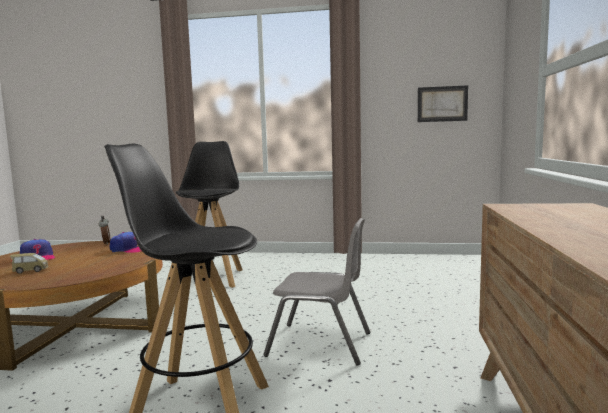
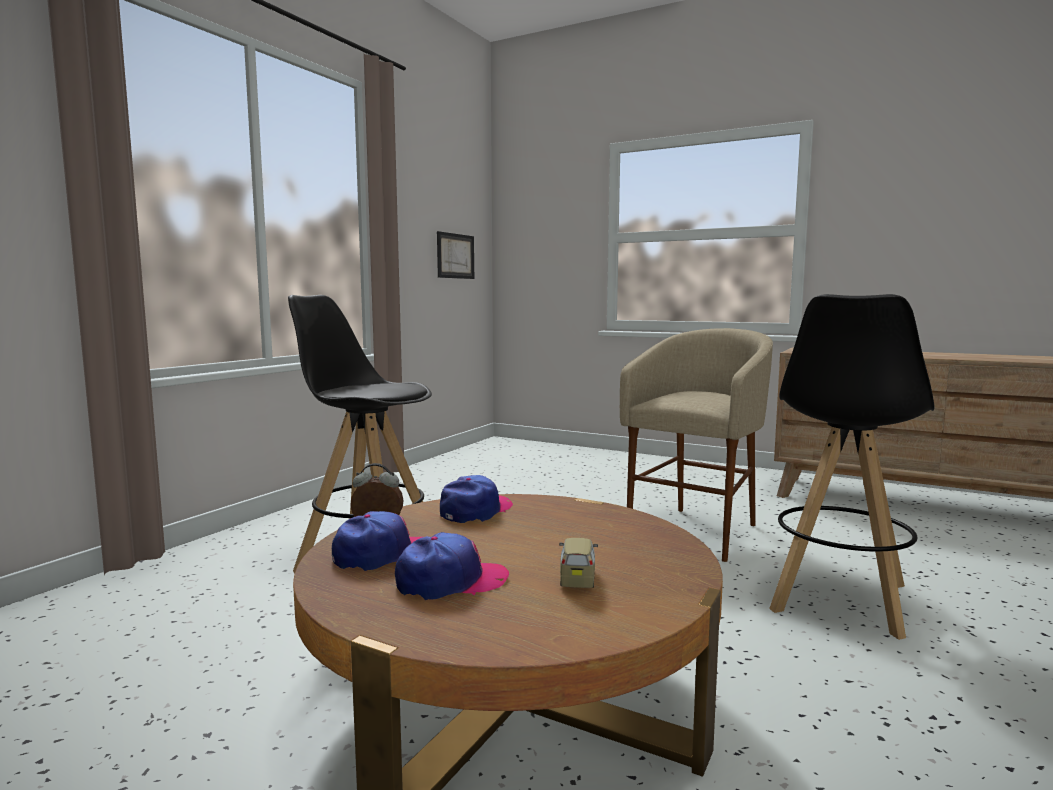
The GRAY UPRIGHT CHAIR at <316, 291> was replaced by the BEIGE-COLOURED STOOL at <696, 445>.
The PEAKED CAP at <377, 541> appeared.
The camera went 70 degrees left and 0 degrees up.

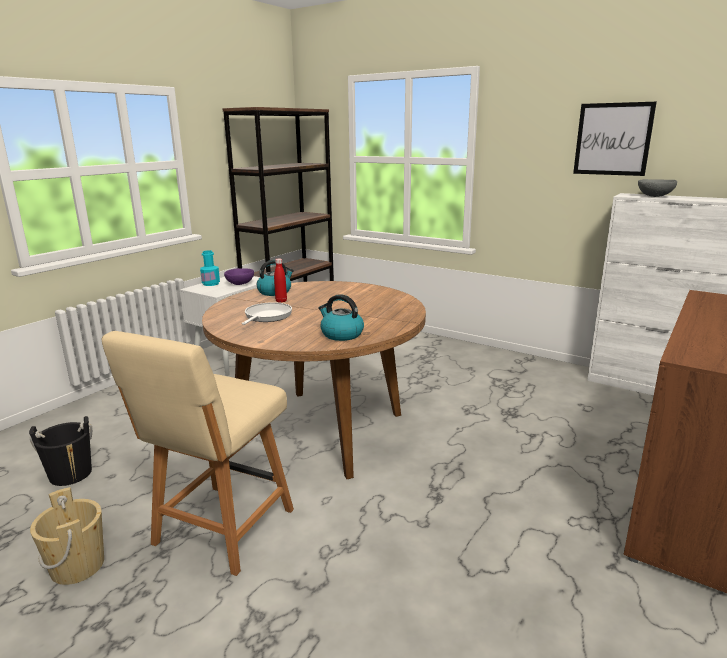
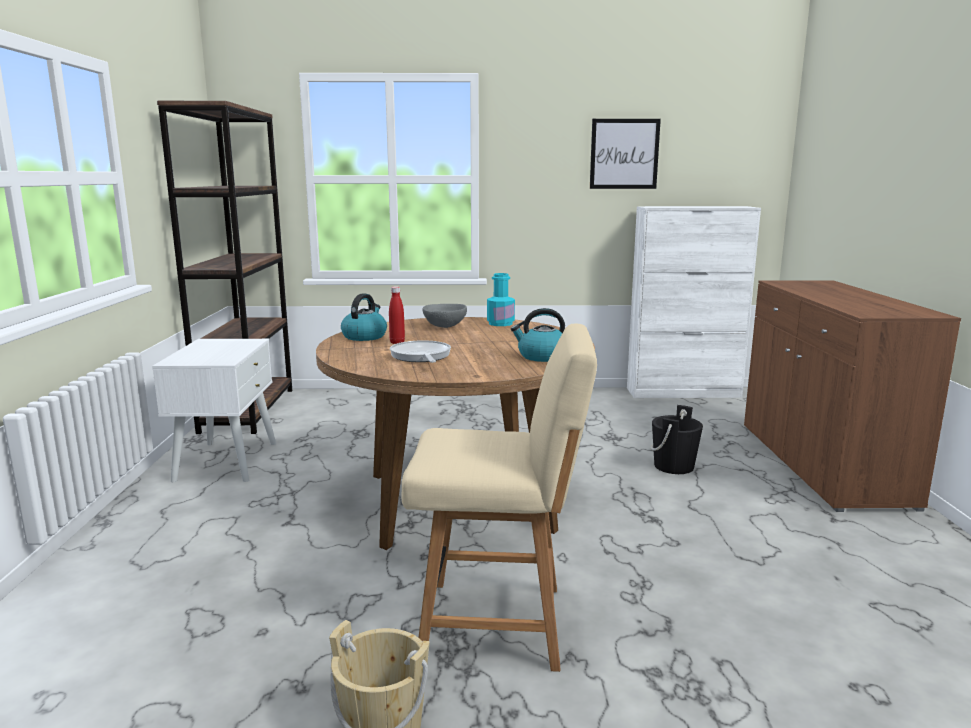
The BLACK-COLOURED BUCKET moved from <60, 451> to <677, 439>.
The BEIGE-COLOURED UPRIGHT CHAIR at <198, 453> turned 75 degrees counterclockwise.
The TURQUOISE DRINK BOTTLE moved from <210, 268> to <501, 299>.
The PURPLE-COLOURED BOWL at <239, 276> disappeared.
The GRAY BOWL moved from <657, 188> to <444, 316>.
The camera went 35 degrees left and 5 degrees down.

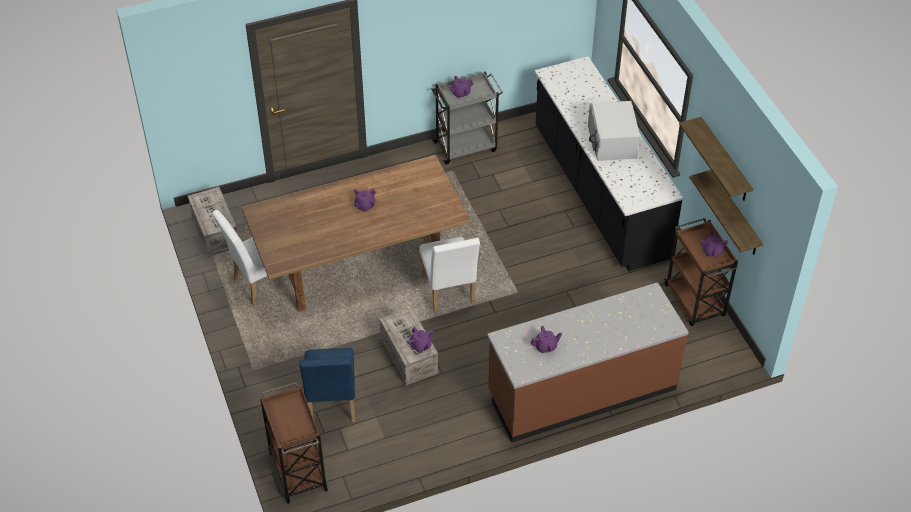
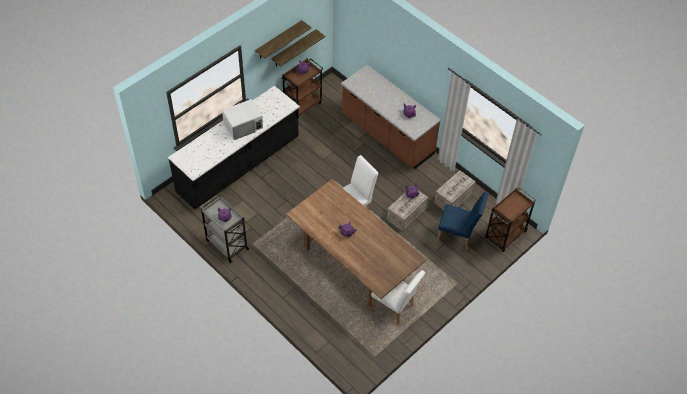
The CRATE moved from <212, 222> to <455, 190>.
The BLUE-COLOURED UPRIGHT CHAIR at <327, 385> turned 45 degrees clockwise.
The camera went 115 degrees left and 5 degrees up.

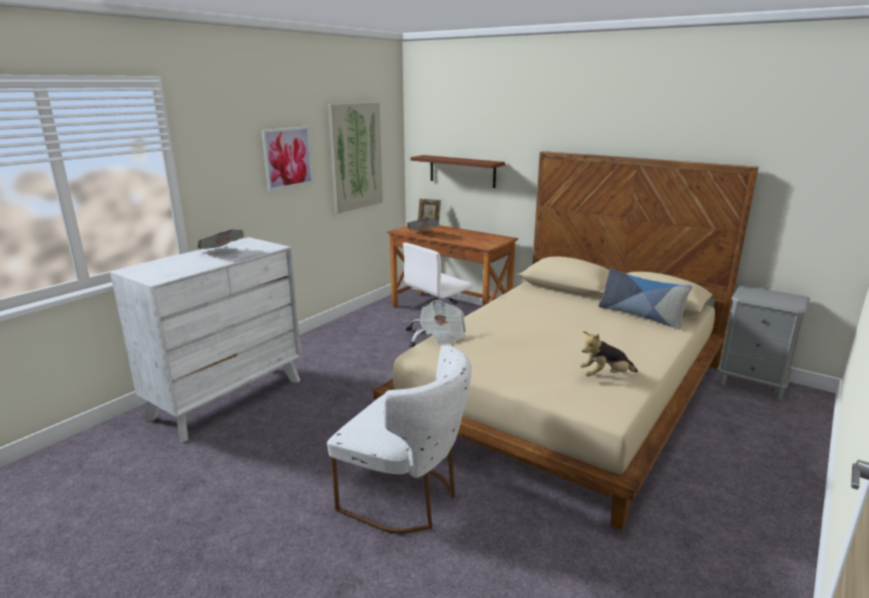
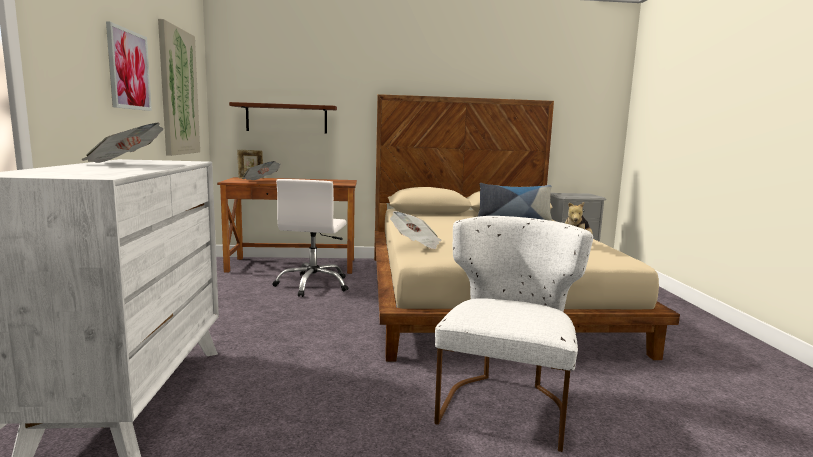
The WHITISH UPRIGHT CHAIR at <399, 439> turned 60 degrees counterclockwise.
The camera went 40 degrees left and 10 degrees down.

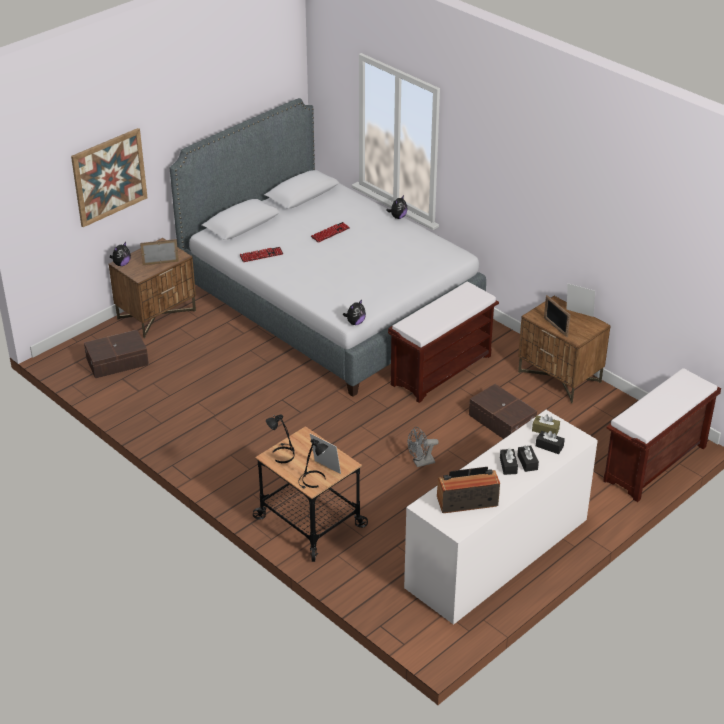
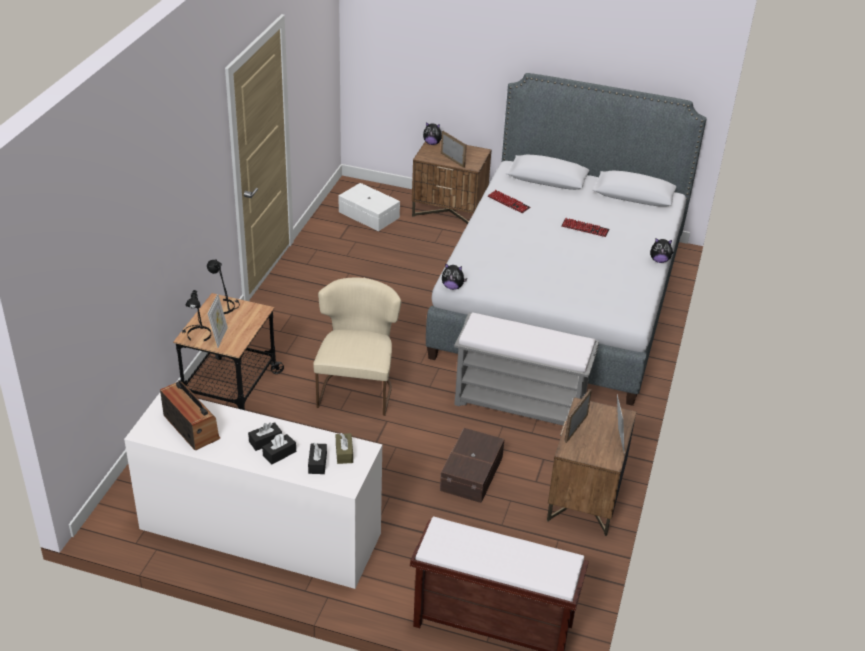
The PICTURE at <109, 177> disappeared.
The BROWN-COLOURED STORAGE BIN at <116, 354> became the WHITISH STORAGE BIN at <369, 207>.
The BROWN-COLOURED LONG SEAT at <443, 342> became the GRAY LONG SEAT at <526, 369>.
The GRAY FAN at <423, 447> disappeared.
The BEIGE-COLOURED UPRIGHT CHAIR at <357, 347> appeared.
The camera went 60 degrees right and 0 degrees up.

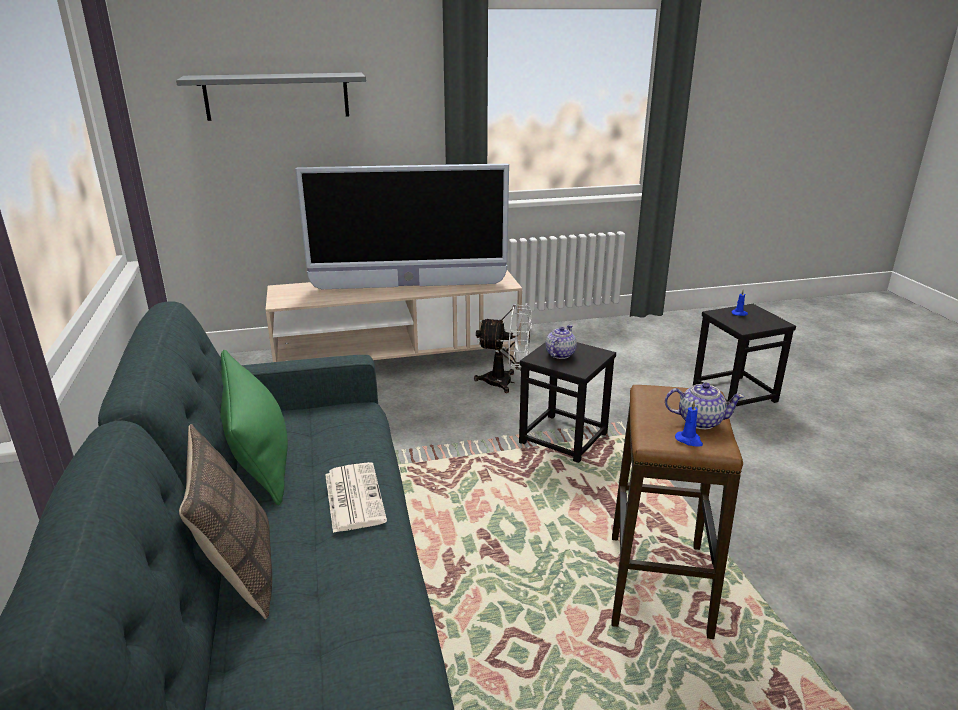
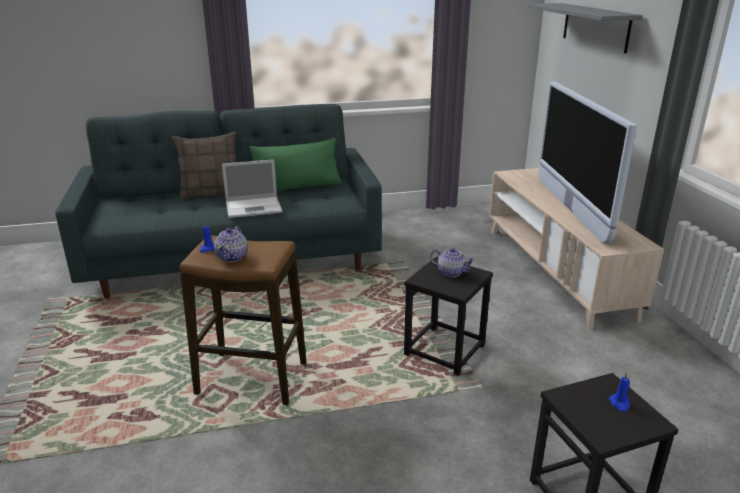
The DAILY PAPER at <356, 497> was replaced by the LAPTOP at <252, 188>.
The WHITISH FAN at <503, 348> disappeared.
The camera went 90 degrees right and 0 degrees up.

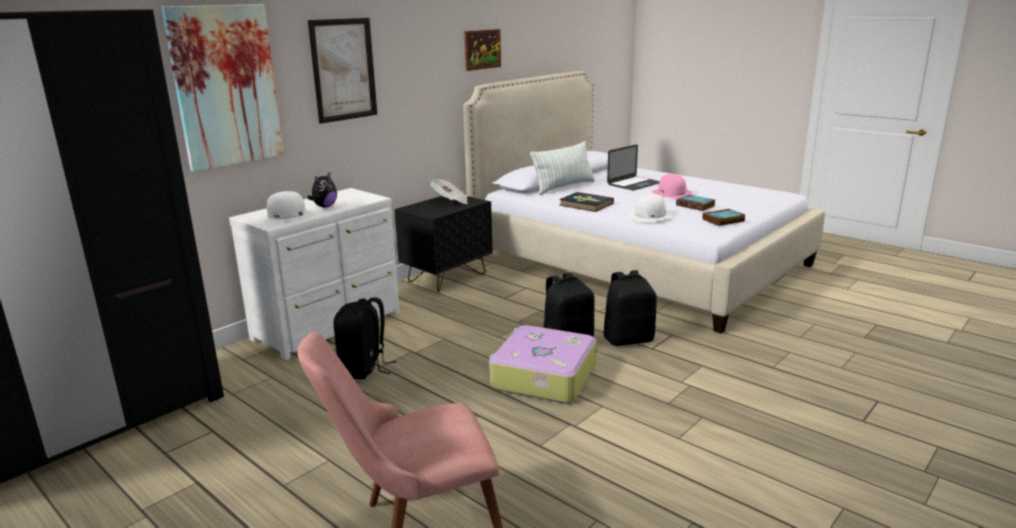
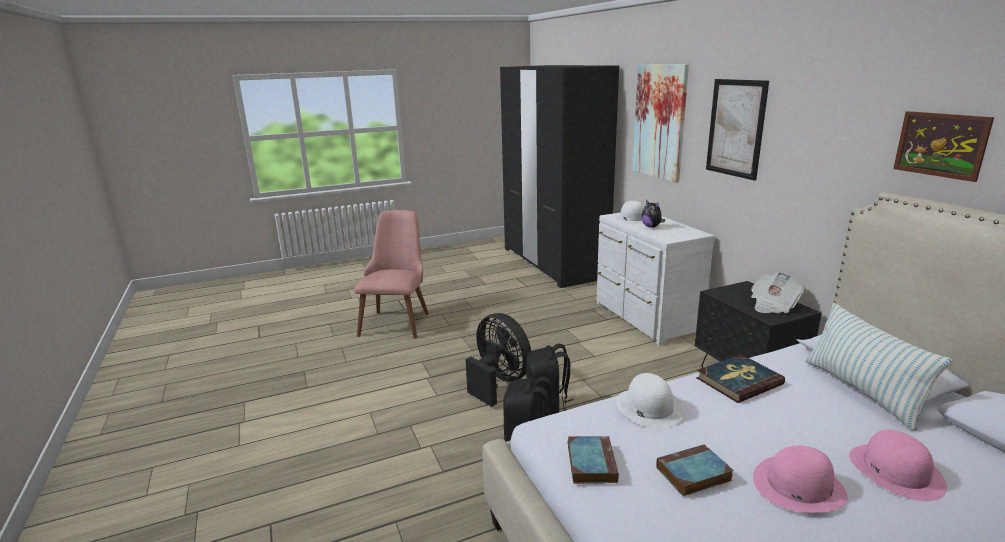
The BLACK-COLOURED KNAPSACK at <365, 338> disappeared.
The TRAVEL CASE at <543, 364> was replaced by the BLACK-COLOURED FAN at <498, 360>.
The LAPTOP at <633, 167> was replaced by the PINKISH HAT at <898, 465>.
The camera went 115 degrees right and 0 degrees up.

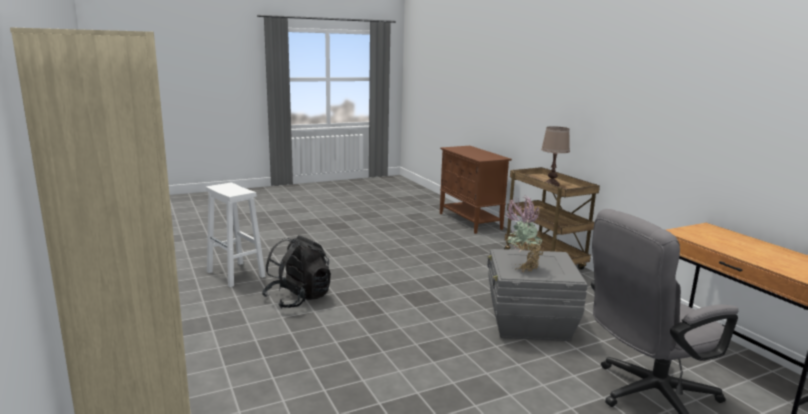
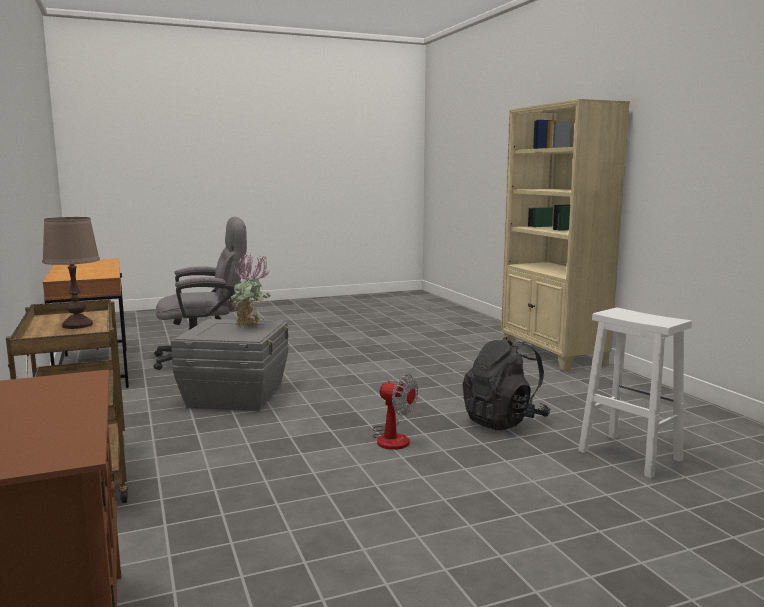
The FAN at <395, 412> appeared.
The camera went 175 degrees left and 5 degrees down.

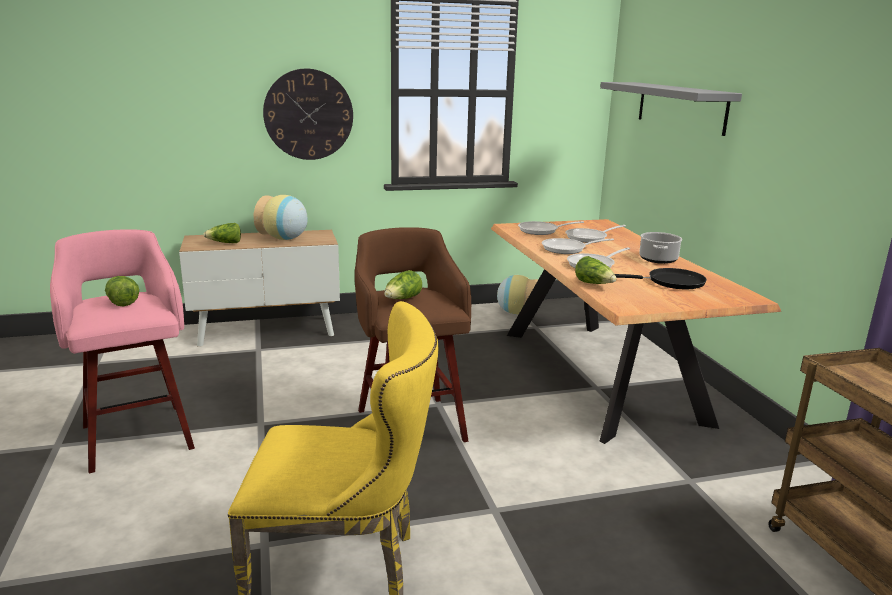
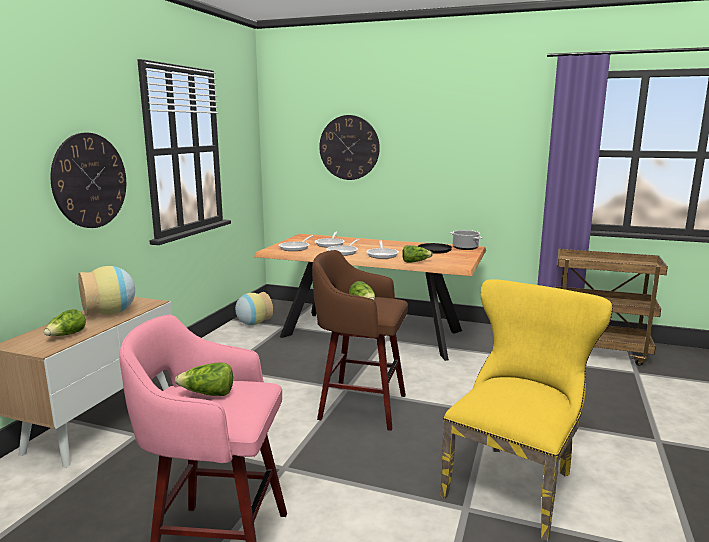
The GRAY WALL SHELF at <671, 109> was replaced by the CLOCK ON THE WALL at <349, 147>.
The SAUCEPOT moved from <660, 248> to <466, 240>.
The camera went 55 degrees left and 5 degrees down.

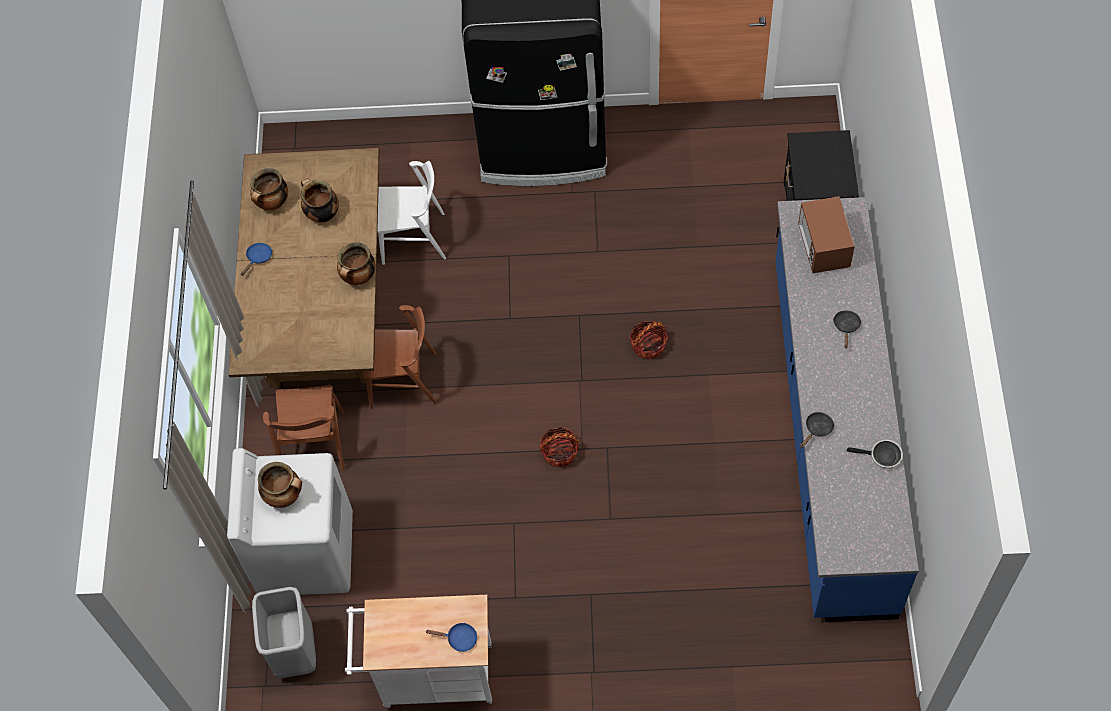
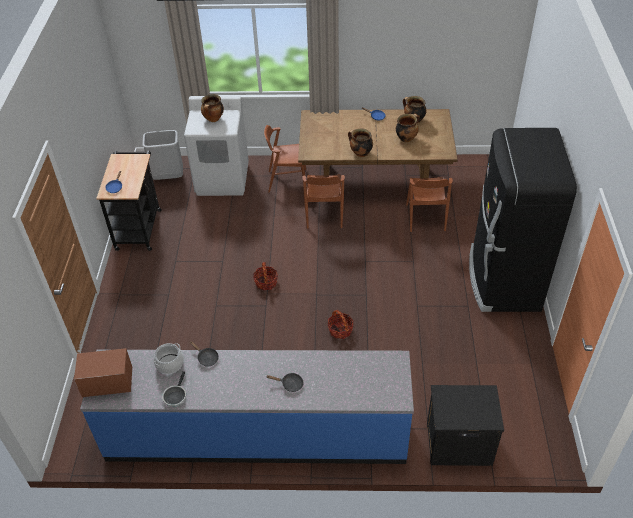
The WHITISH TROLLEY at <419, 651> became the BLACK-COLOURED TROLLEY at <128, 200>.
The WHITISH UPRIGHT CHAIR at <411, 213> became the BROWN-COLOURED UPRIGHT CHAIR at <429, 204>.
The MICROWAVE moved from <826, 234> to <103, 372>.
The SAUCEPOT at <169, 358> appeared.
The camera went 90 degrees right and 15 degrees down.

